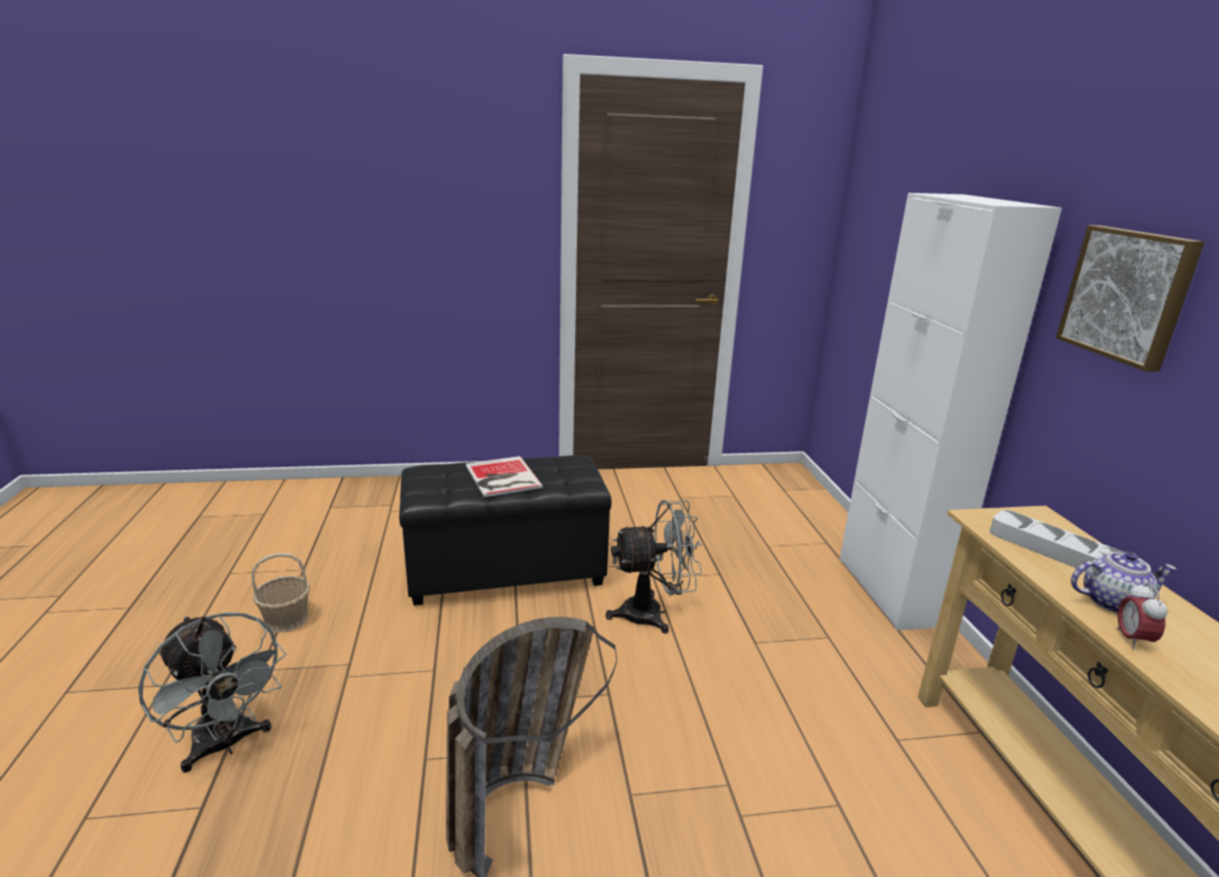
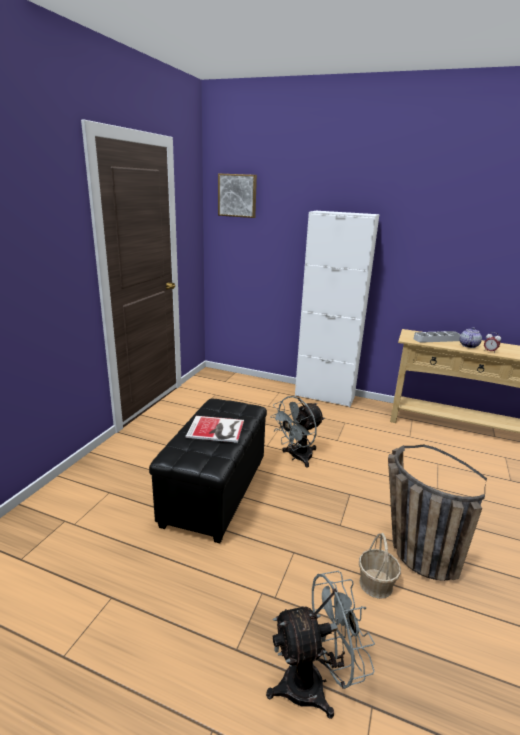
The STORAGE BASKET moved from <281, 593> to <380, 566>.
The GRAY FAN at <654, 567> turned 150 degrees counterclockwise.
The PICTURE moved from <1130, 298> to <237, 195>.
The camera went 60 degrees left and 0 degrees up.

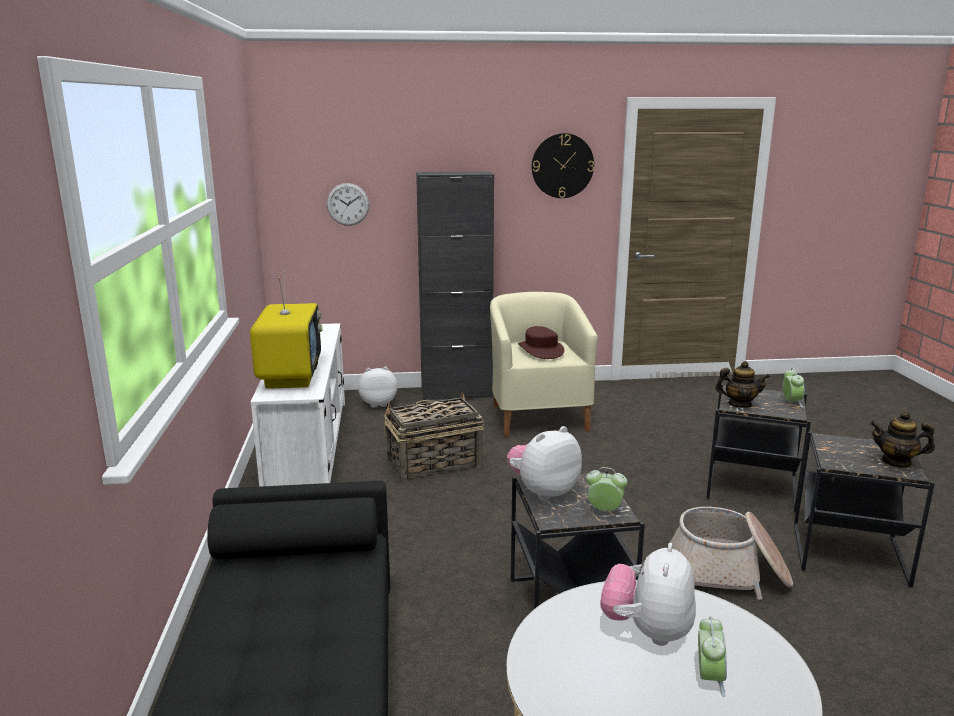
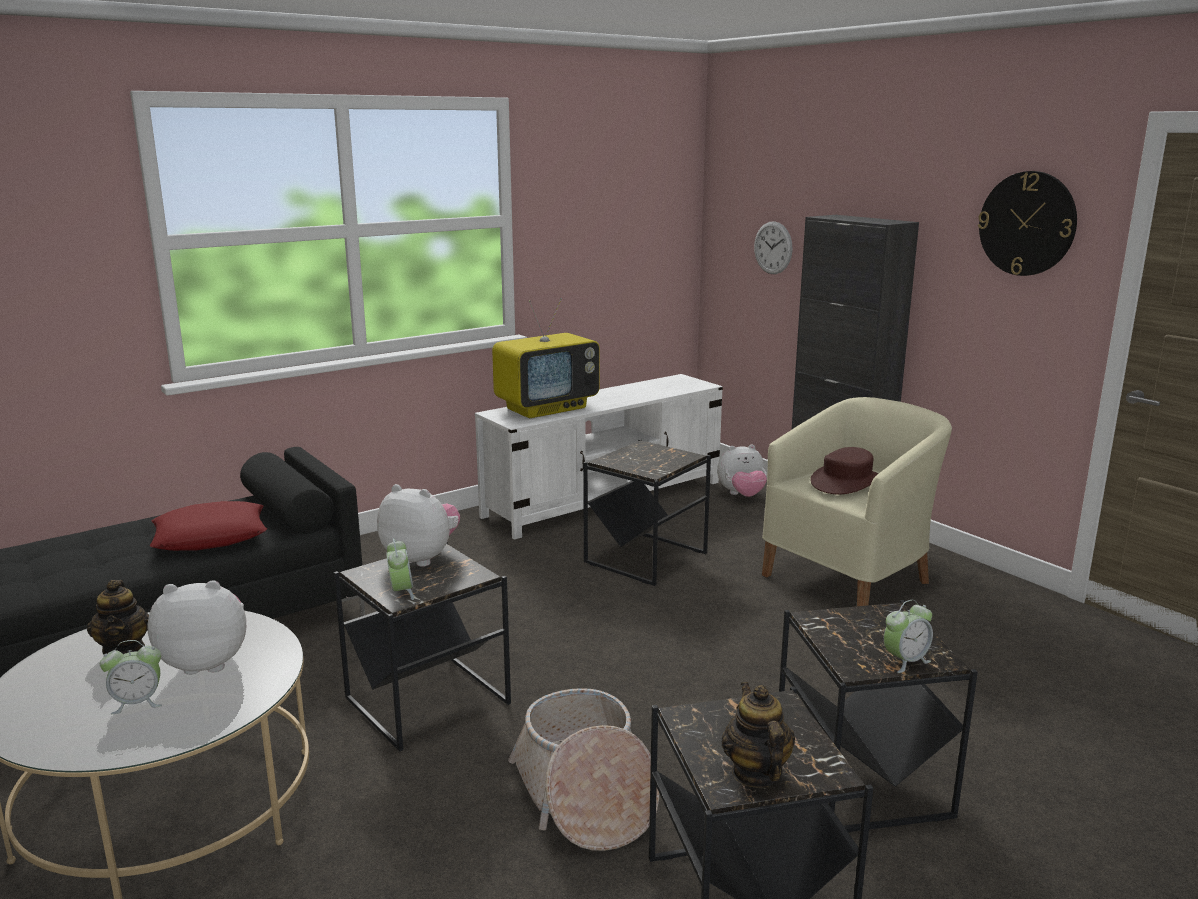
The SOFT TOY at <377, 387> turned 120 degrees clockwise.
The STORAGE BASKET at <434, 436> was replaced by the BLACK-COLOURED END TABLE at <647, 512>.
The POT FOR TEA moved from <742, 384> to <118, 617>.
The RED THROW PILLOW at <208, 526> appeared.
The camera went 60 degrees right and 0 degrees up.

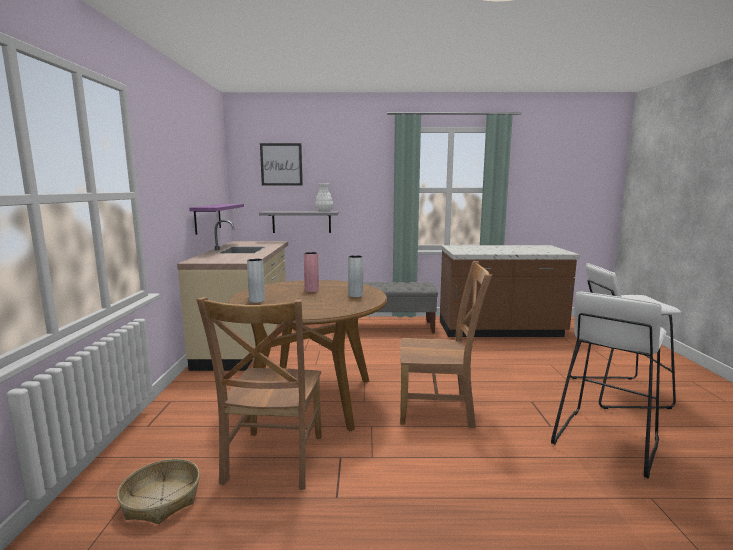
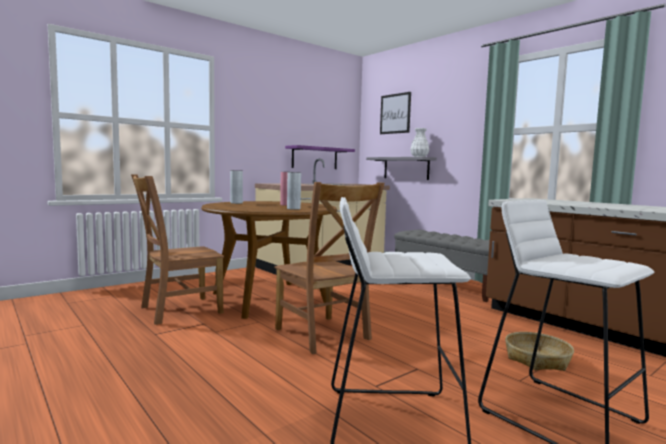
The STORAGE BASKET moved from <158, 491> to <539, 351>.
The camera went 50 degrees right and 5 degrees down.

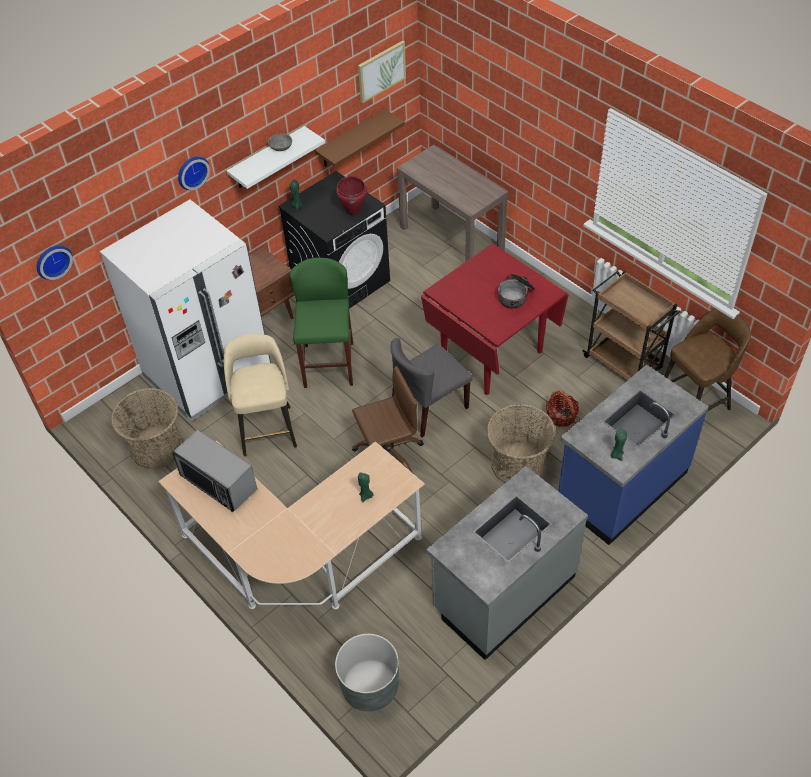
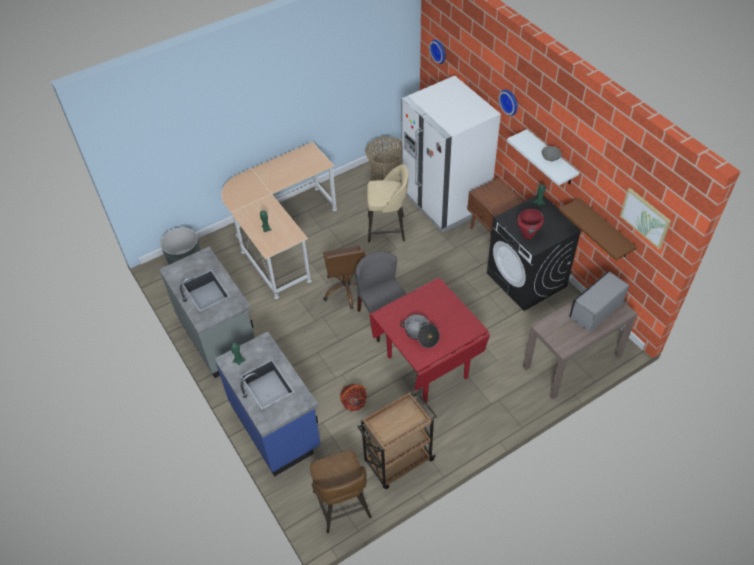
The MICROWAVE moved from <214, 471> to <599, 301>.
The GREEN STOOL at <321, 323> disappeared.
The STORAGE BASKET at <521, 443> disappeared.
The camera went 100 degrees right and 0 degrees up.

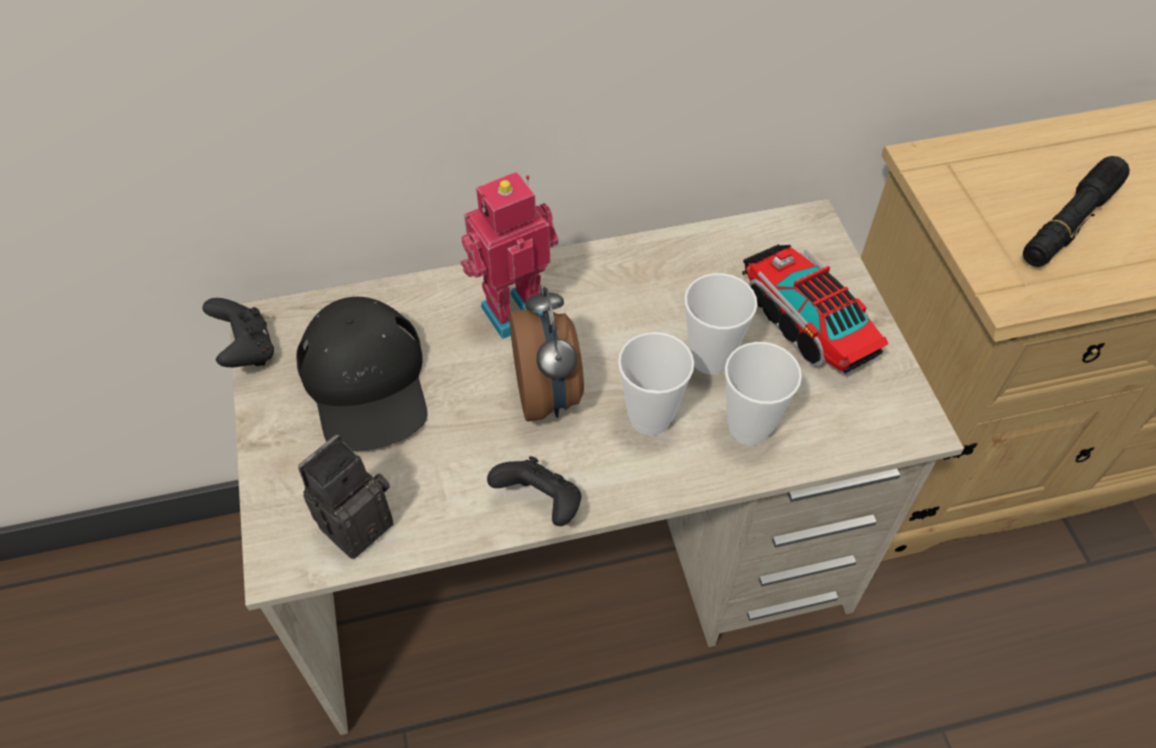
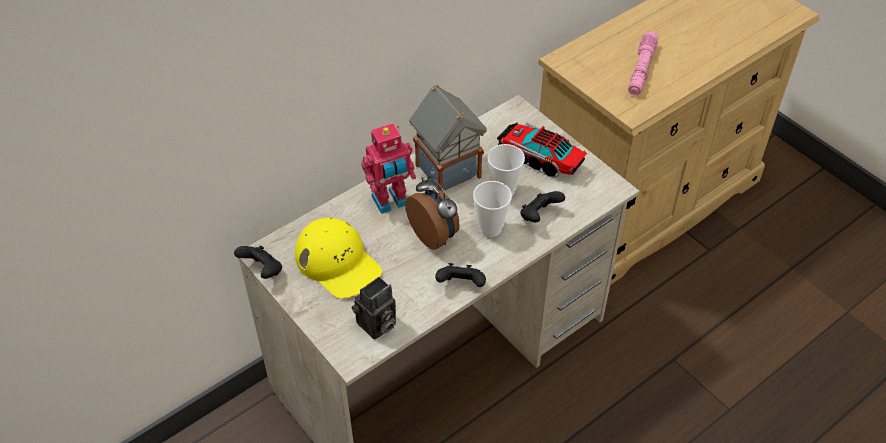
The BLACK-COLOURED PEAKED CAP at <361, 374> became the YELLOW-COLOURED PEAKED CAP at <338, 258>.
The STILL CAMERA at <346, 497> turned 150 degrees counterclockwise.
The MODEL ROBOT at <509, 255> turned 150 degrees counterclockwise.
The DRINKING CUP at <763, 393> was replaced by the BLACK-COLOURED JOYPAD at <543, 206>.
The BLACK-COLOURED HAND TORCH at <1076, 211> became the PINKISH HAND TORCH at <643, 63>.
The MODEL HOUSE at <448, 137> appeared.
The camera went 25 degrees left and 5 degrees down.

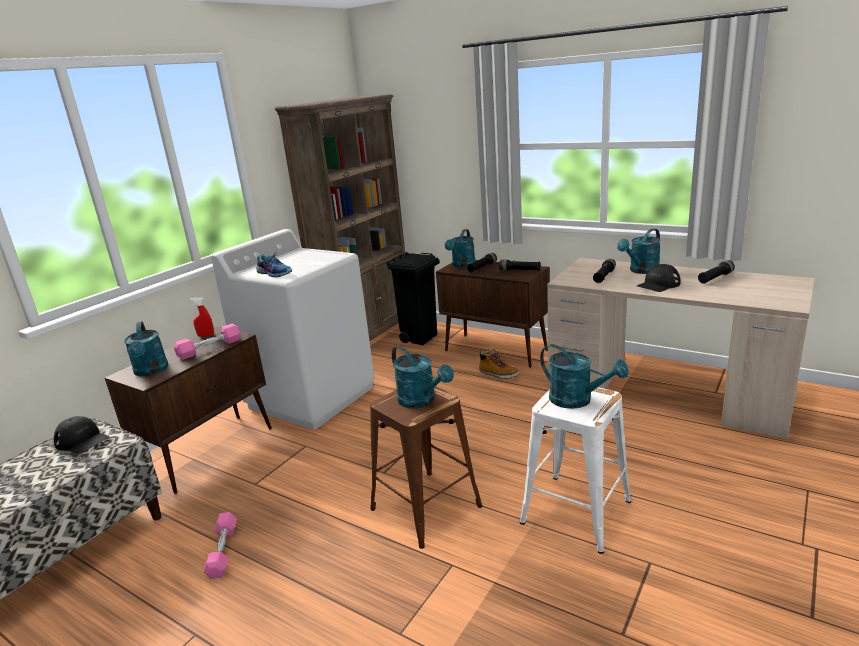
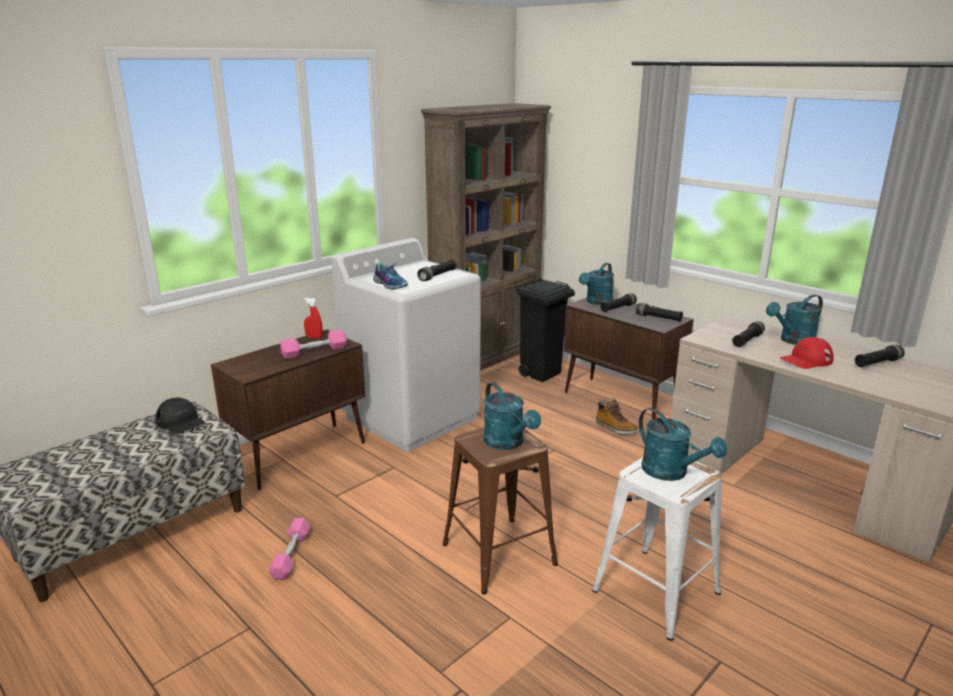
The TURQUOISE WATERING POT at <146, 348> disappeared.
The BLACK-COLOURED PEAKED CAP at <659, 278> became the RED PEAKED CAP at <806, 353>.
The BLACK-COLOURED HAND TORCH at <436, 270> appeared.
The camera went 10 degrees right and 0 degrees up.

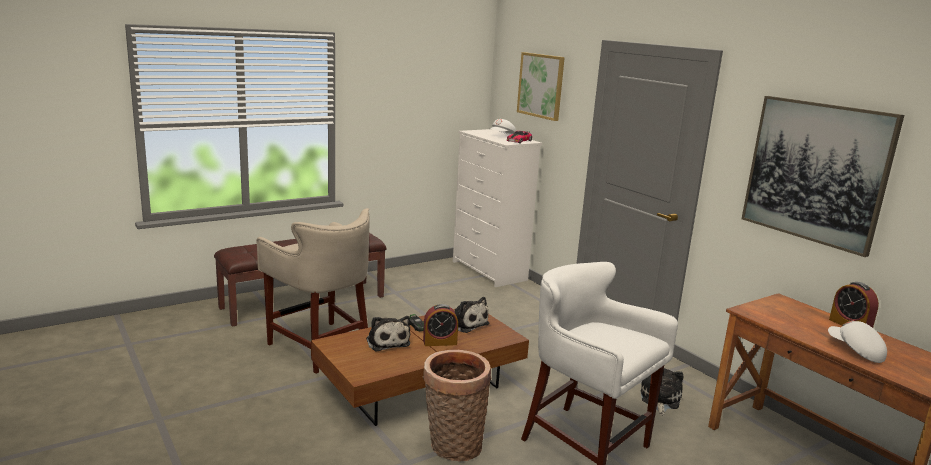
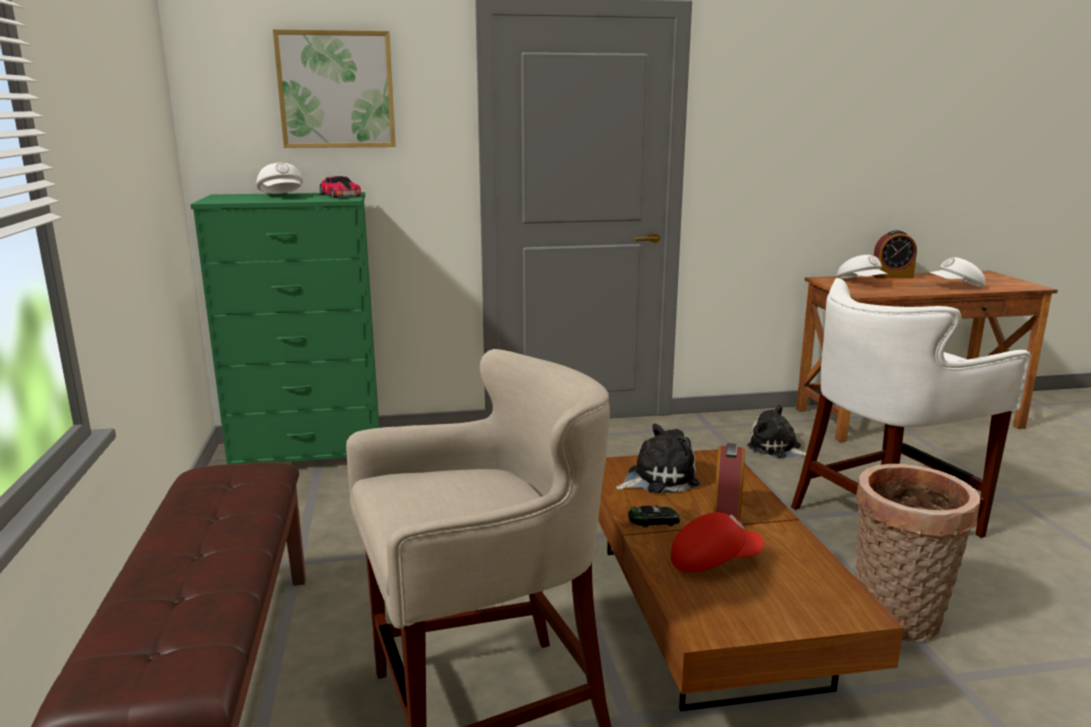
The SOFT TOY at <388, 334> was replaced by the RED PEAKED CAP at <717, 542>.
The WHITISH CHEST OF DRAWERS at <497, 208> became the GREEN CHEST OF DRAWERS at <284, 328>.
The PICTURE at <823, 176> disappeared.
The WHITISH PEAKED CAP at <862, 267> appeared.
The camera went 65 degrees left and 0 degrees up.

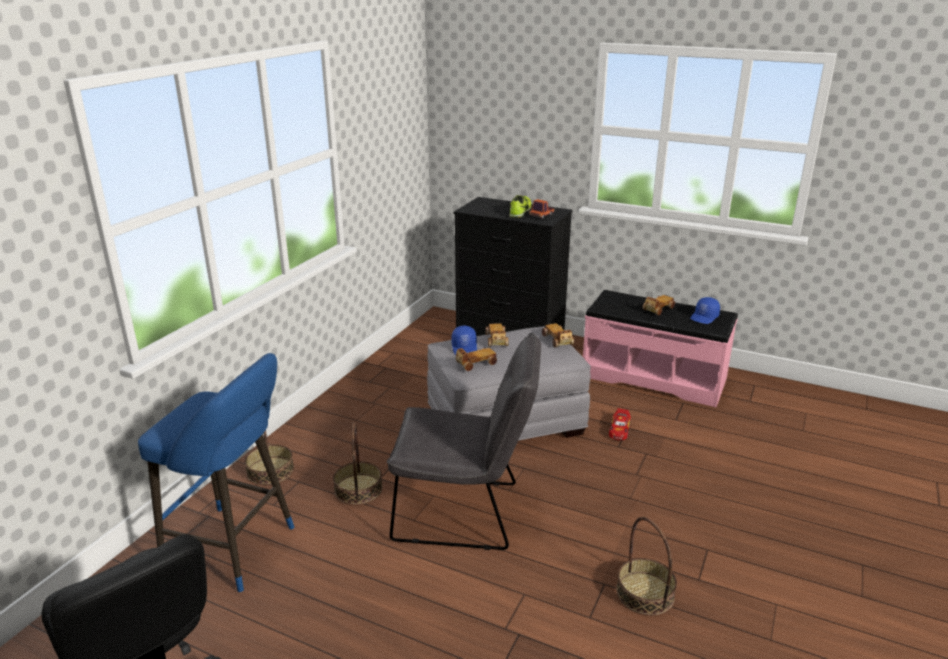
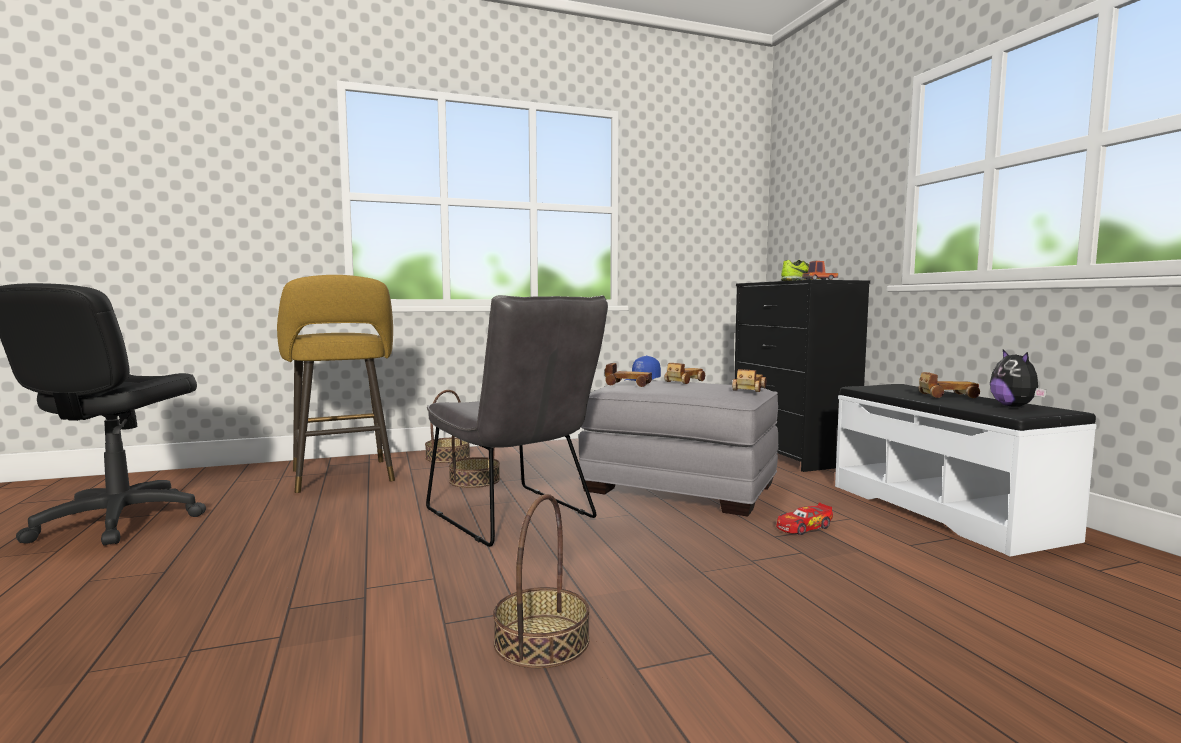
The BLUE-COLOURED STOOL at <216, 472> became the YELLOW-COLOURED STOOL at <336, 384>.
The PINKISH LONG SEAT at <660, 348> became the WHITISH LONG SEAT at <966, 470>.
The BLUE-COLOURED PEAKED CAP at <705, 310> was replaced by the SOFT TOY at <1018, 378>.
The camera went 45 degrees right and 20 degrees down.

